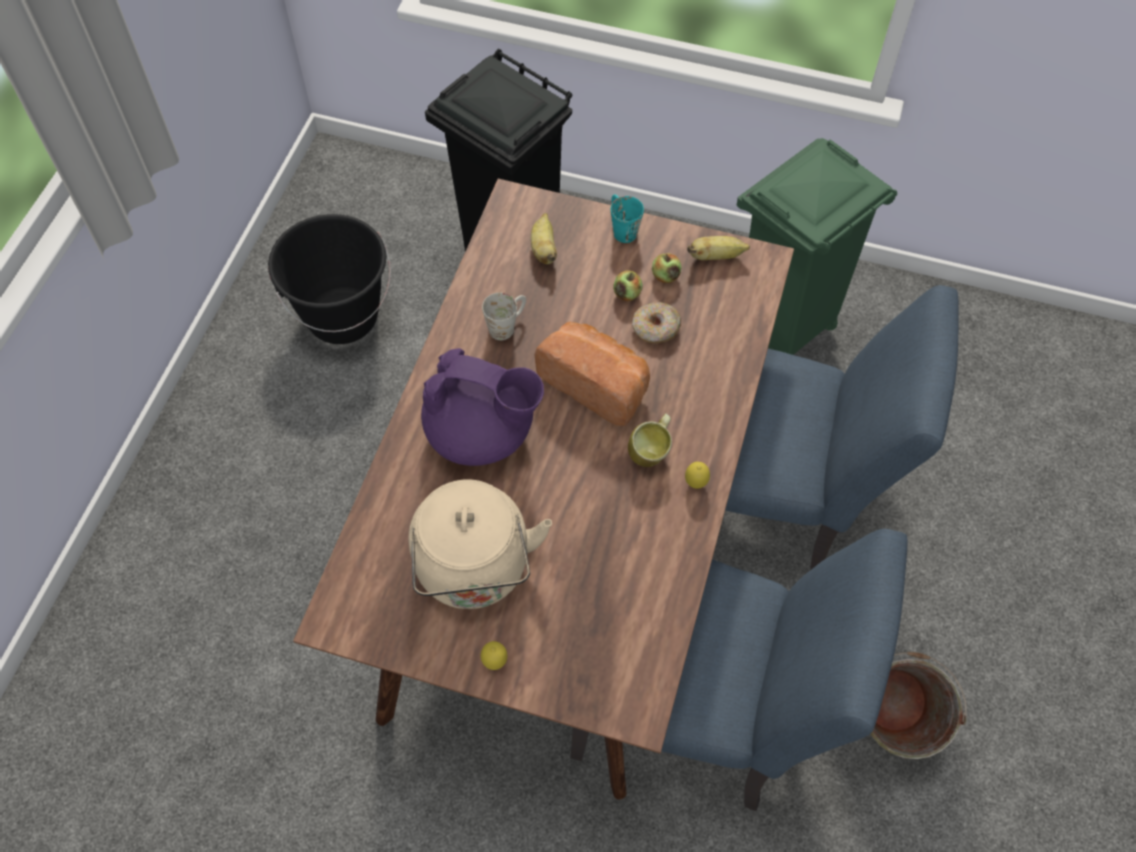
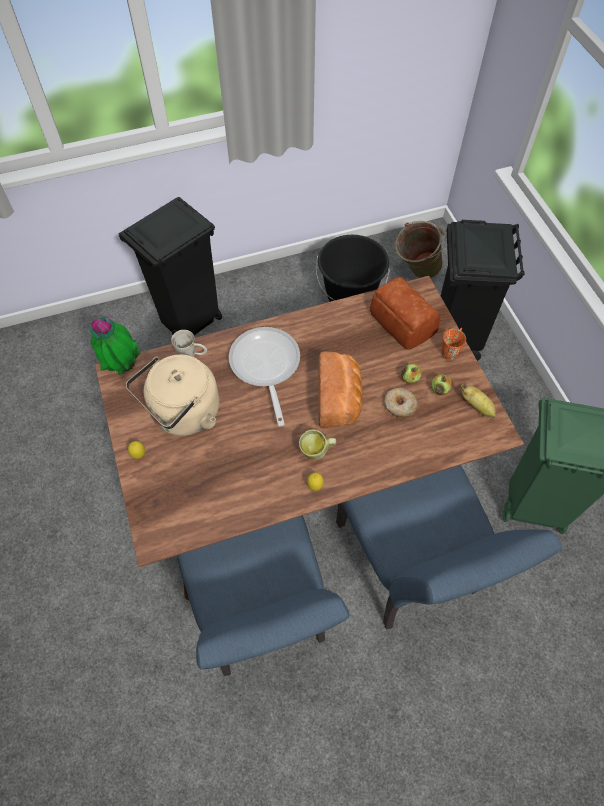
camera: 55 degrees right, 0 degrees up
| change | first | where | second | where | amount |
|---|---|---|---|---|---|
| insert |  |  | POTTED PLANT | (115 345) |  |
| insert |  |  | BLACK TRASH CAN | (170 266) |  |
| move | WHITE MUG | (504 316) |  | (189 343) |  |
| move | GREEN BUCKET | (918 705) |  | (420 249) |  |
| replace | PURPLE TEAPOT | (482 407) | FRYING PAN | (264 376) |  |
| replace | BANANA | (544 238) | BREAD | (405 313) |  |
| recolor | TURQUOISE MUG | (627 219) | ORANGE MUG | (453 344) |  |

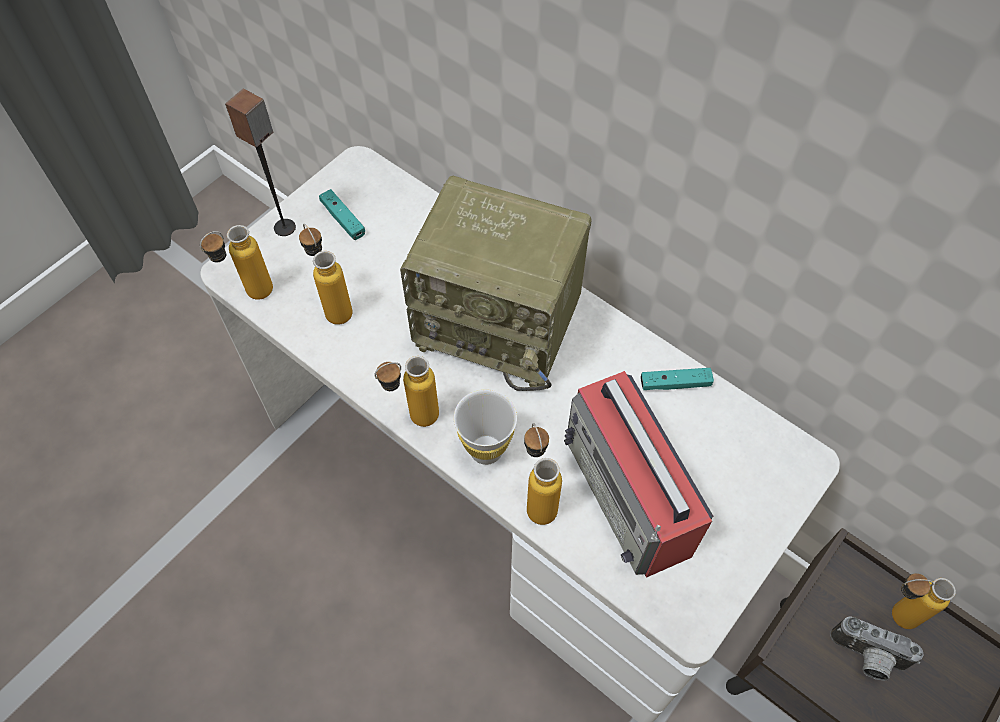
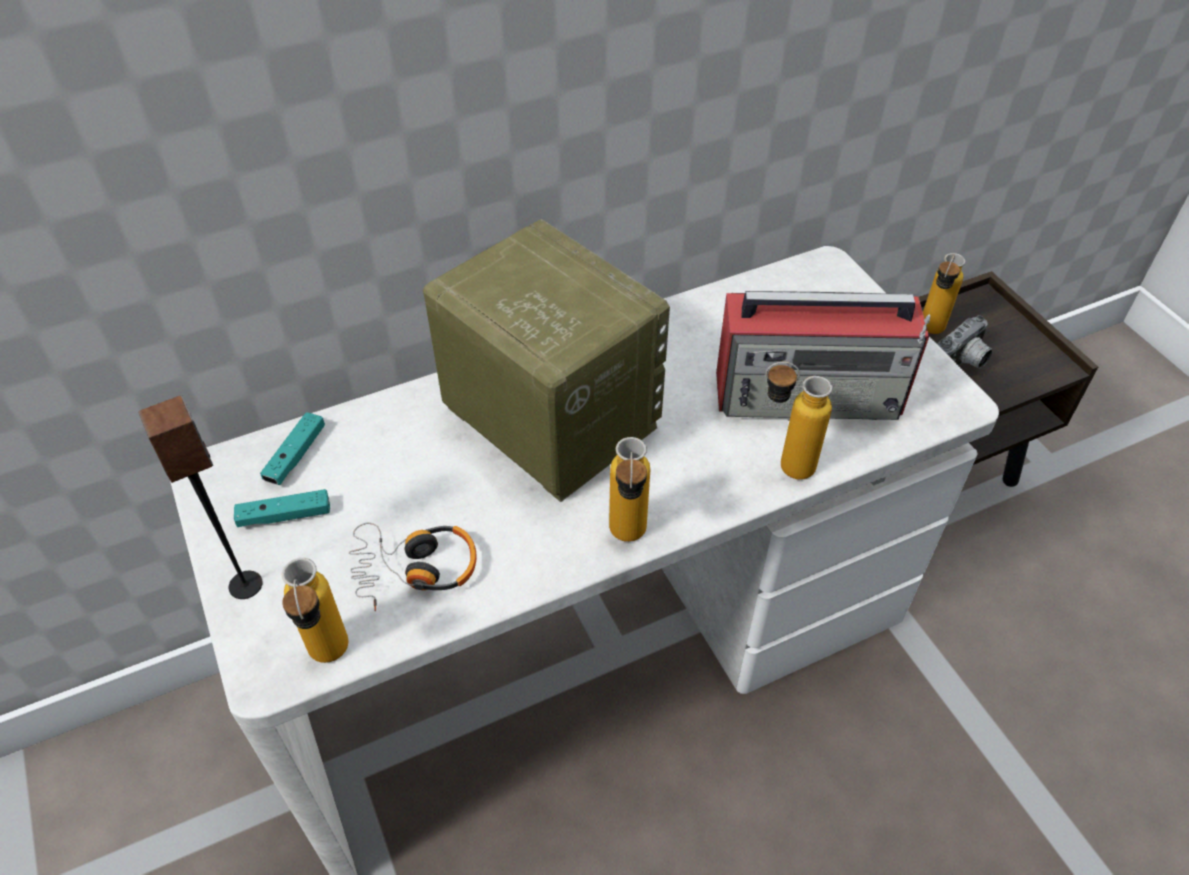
camera: 65 degrees left, 10 degrees down
| change | first | where | second | where | amount |
|---|---|---|---|---|---|
| delete | WHITE CUP | (485 427) |  |  |  |
| move | TURQUOISE GAME CONTROLLER | (677 379) |  | (292 448) |  |
| replace | BOTTLE | (325 274) | HEADPHONES | (413 567) |  |
| rotate | RADIO | (495 283) |  | (546 360) | 90 degrees counterclockwise |

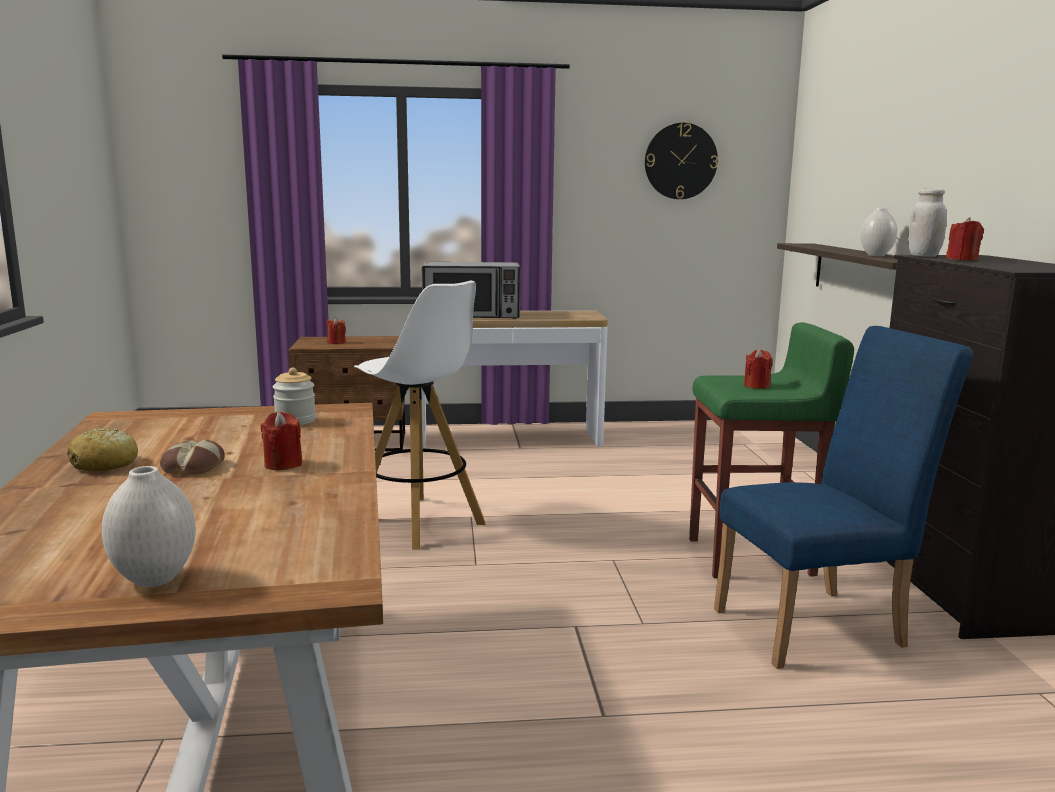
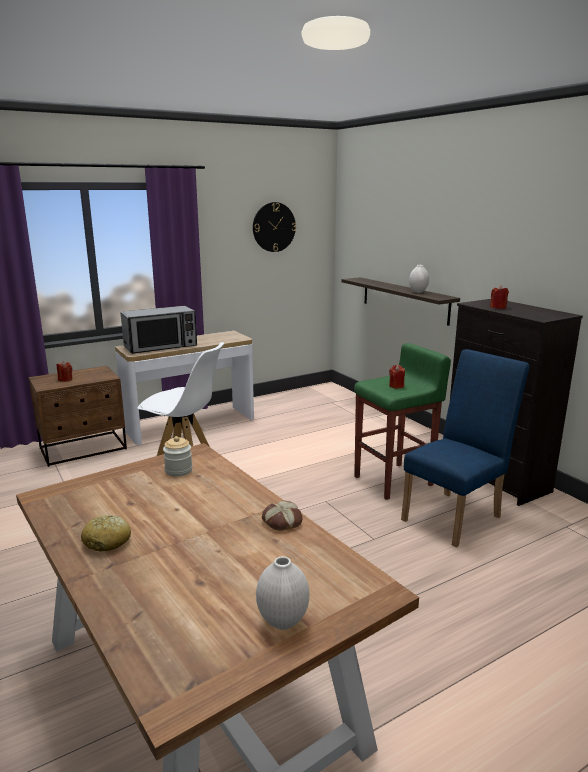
camera: 25 degrees left, 5 degrees up
| change | first | where | second | where | amount |
|---|---|---|---|---|---|
| delete | RED CANDLE | (281 441) |  |  |  |
| delete | WHITE JAR | (927 222) |  |  |  |
| move | BREAD | (192 457) |  | (282 515) |  |

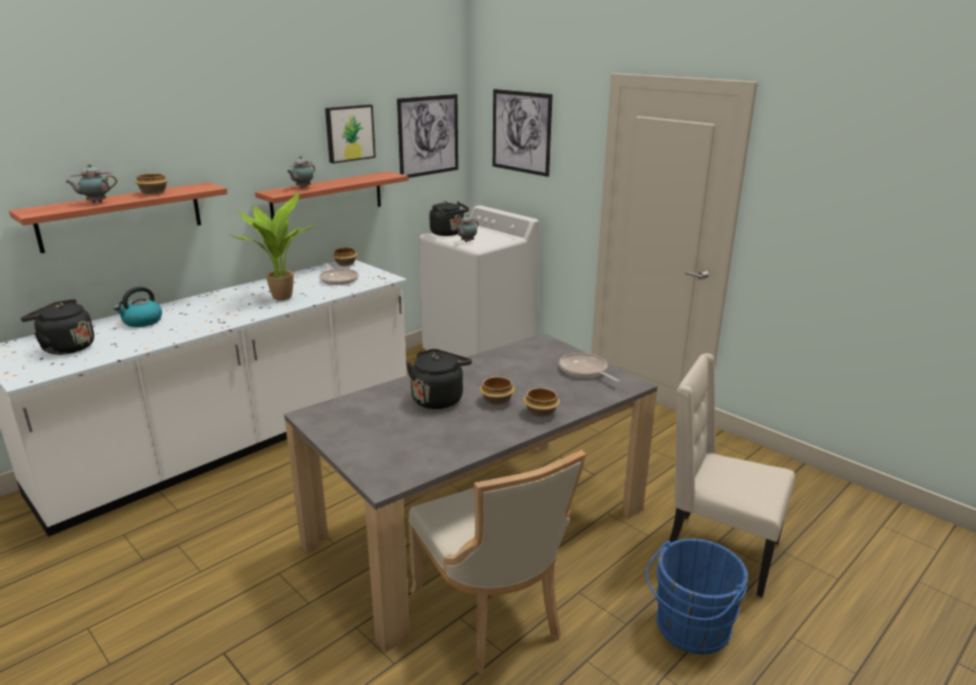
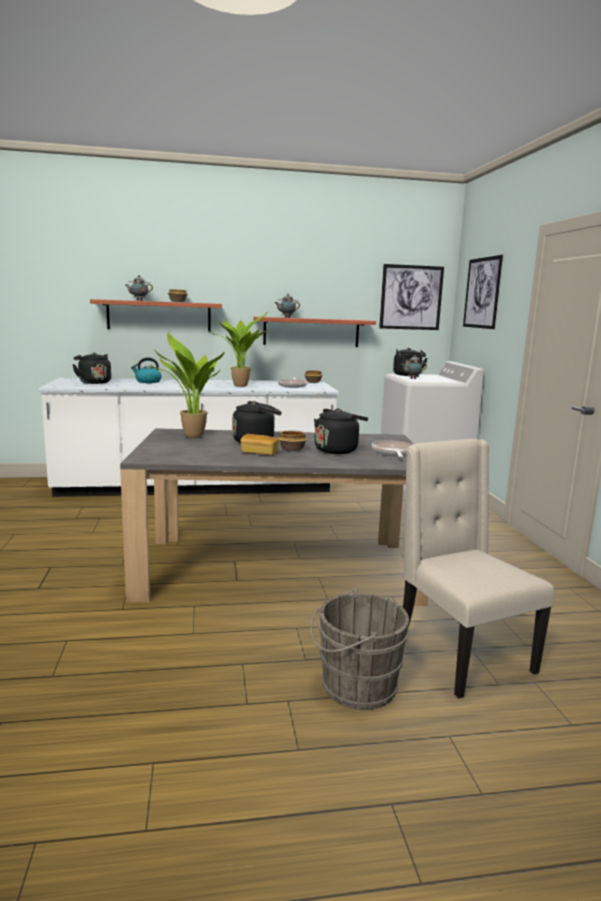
camera: 35 degrees right, 10 degrees down
| change | first | where | second | where | amount |
|---|---|---|---|---|---|
| delete | PICTURE | (350 134) |  |  |  |
| delete | BEIGE CHAIR | (497 561) |  |  |  |
| delete | BOWL | (541 403) |  |  |  |
| insert |  |  | POTTED PLANT | (186 385) |  |
| insert |  |  | BREAD | (259 444) |  |
| insert |  |  | BLACK KETTLE | (341 431) |  |
| recolor | BLUE BUCKET | (697 596) | GREY BUCKET | (359 649) |  |

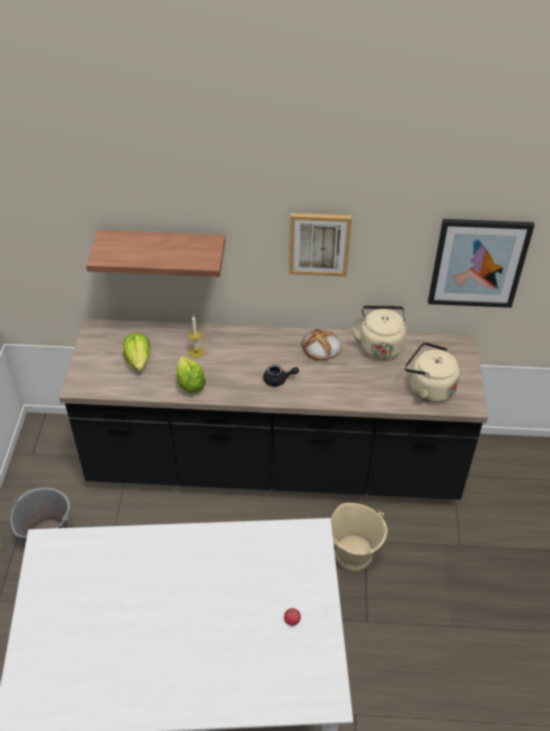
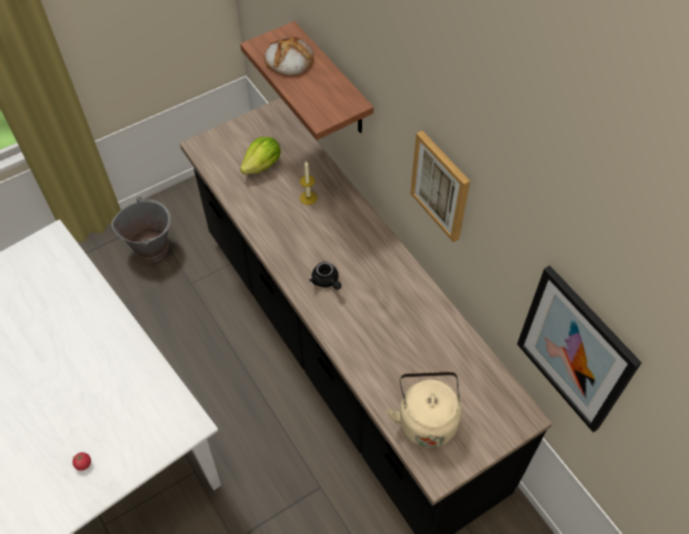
camera: 55 degrees right, 10 degrees up
| change | first | where | second | where | amount |
|---|---|---|---|---|---|
| delete | LETTUCE | (191 374) |  |  |  |
| delete | BEIGE BUCKET | (359 537) |  |  |  |
| delete | BEIGE KETTLE | (378 332) |  |  |  |
| move | BREAD | (321 345) |  | (289 56) |  |

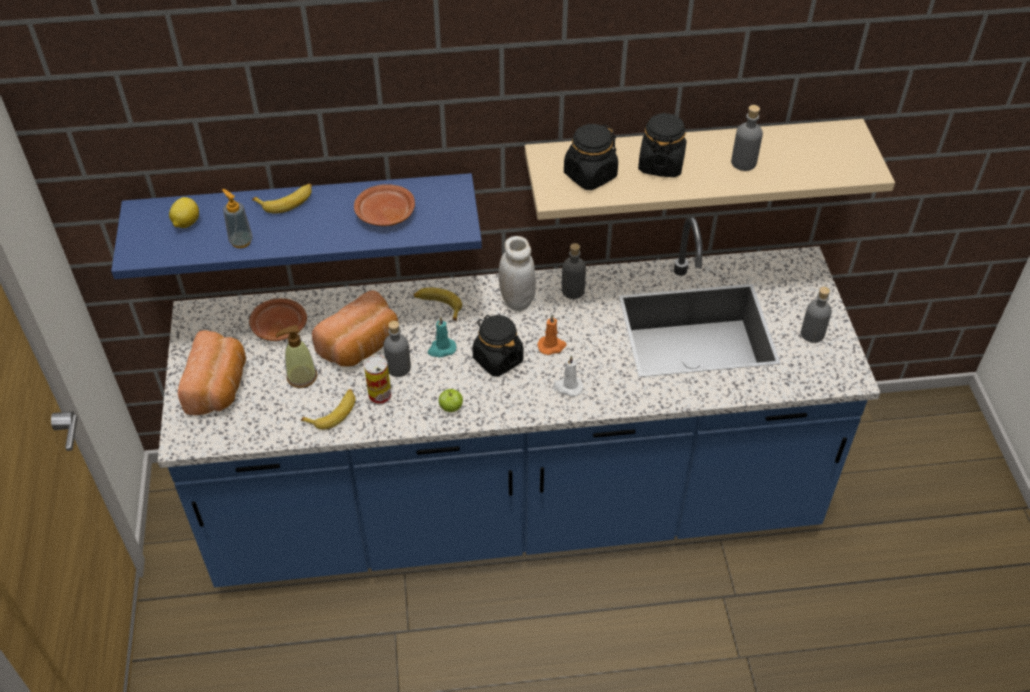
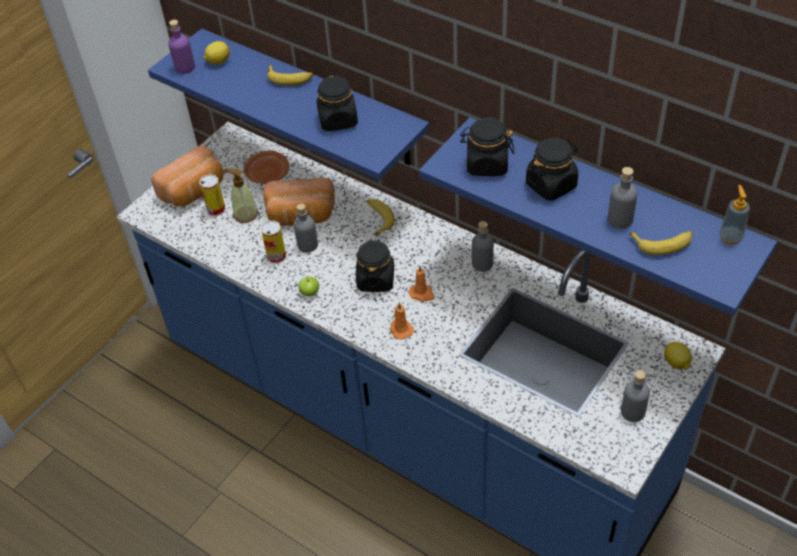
camera: 45 degrees right, 0 degrees up
| change | first | where | second | where | amount |
|---|---|---|---|---|---|
| delete | TURQUOISE CANDLE | (442 336) |  |  |  |
| delete | WHITE JAR | (517 273) |  |  |  |
| insert |  |  | PURPLE BOTTLE | (181 47) |  |
| insert |  |  | CAN | (212 195) |  |
| insert |  |  | LEMON | (678 355) |  |
| move | SOAP DISPENSER | (237 218) |  | (734 215) |  |
| move | BANANA | (328 409) |  | (661 243) |  |
| replace | BROWN PLATE | (384 205) | BLACK JAR | (337 102) |  |
| recolor | BEIGE SHELF | (710 169) | BLUE SHELF | (598 216) |  |
| recolor | WHITE CANDLE | (569 376) | ORANGE CANDLE | (402 320) |  |

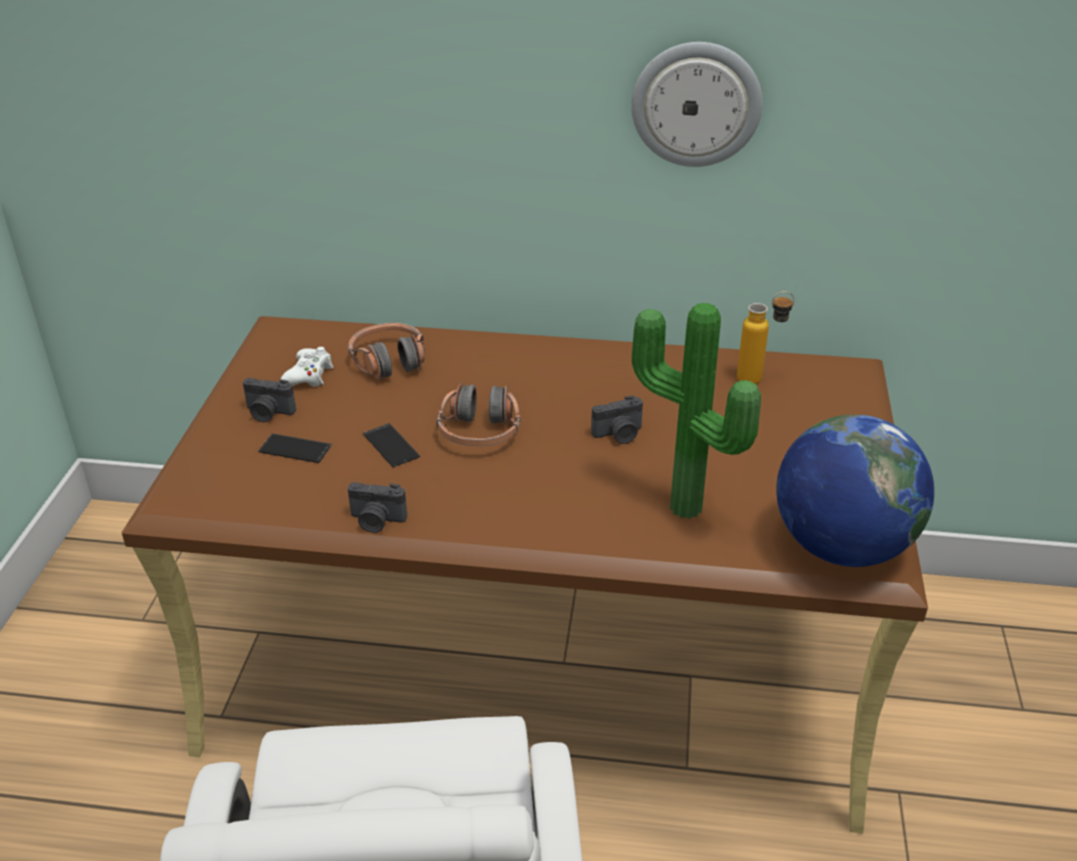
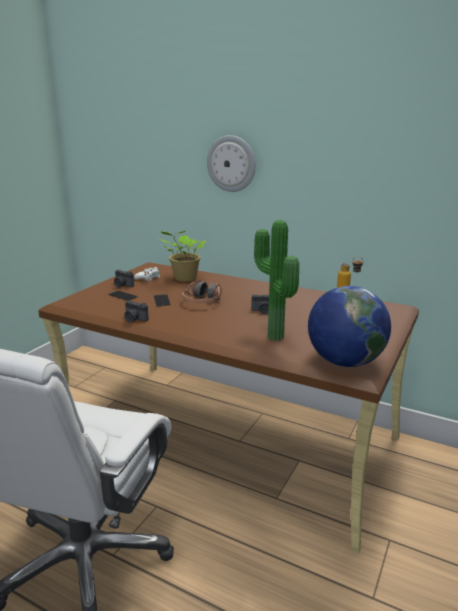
camera: 20 degrees right, 15 degrees down
| change | first | where | second | where | amount |
|---|---|---|---|---|---|
| move | WALL CLOCK | (697 104) |  | (231 163) |  |
| replace | HEADPHONES | (386 351) | POTTED PLANT | (182 256) |  |

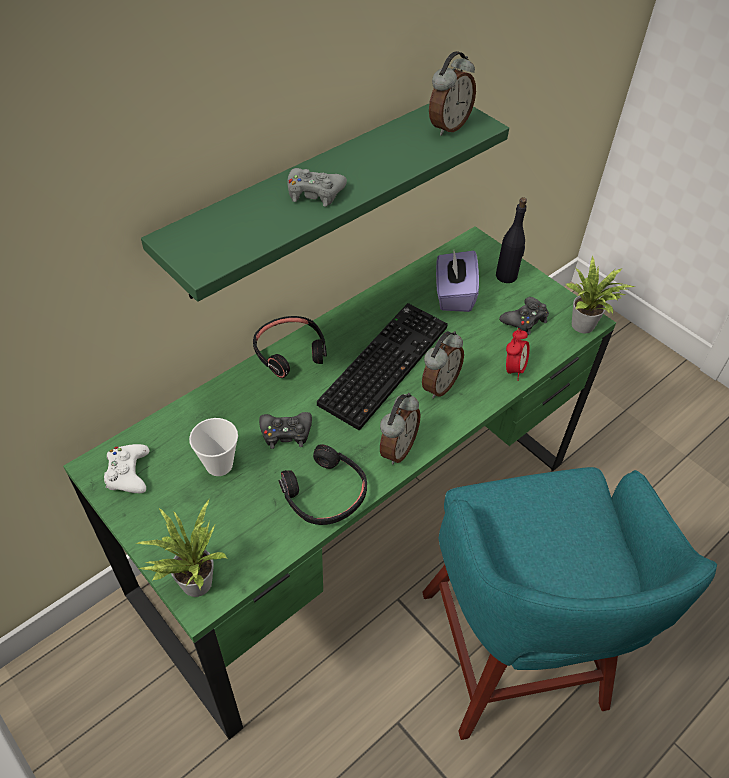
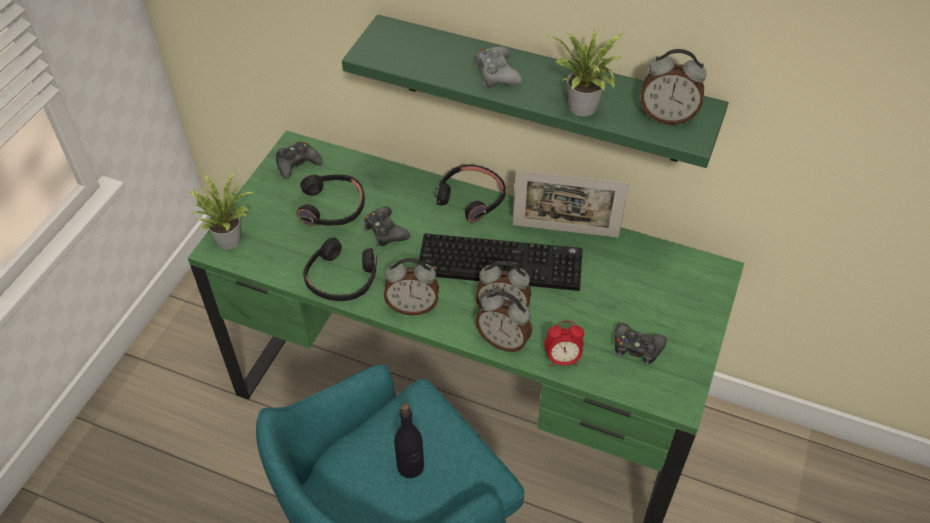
camera: 65 degrees right, 0 degrees up
| change | first | where | second | where | amount |
|---|---|---|---|---|---|
| delete | PURPLE TISSUE BOX | (457 281) |  |  |  |
| insert |  |  | ALARM CLOCK | (503 321) |  |
| insert |  |  | PICTURE FRAME | (570 203) |  |
| move | BLACK BOTTLE | (511 240) |  | (409 440) |  |
| move | POTTED PLANT | (600 294) |  | (585 72) |  |
| replace | CUP | (213 447) | BLACK HEADPHONES | (331 200) |  |
| recolor | WHITE GAME CONTROLLER | (126 468) | BLACK GAME CONTROLLER | (299 160) |  |

